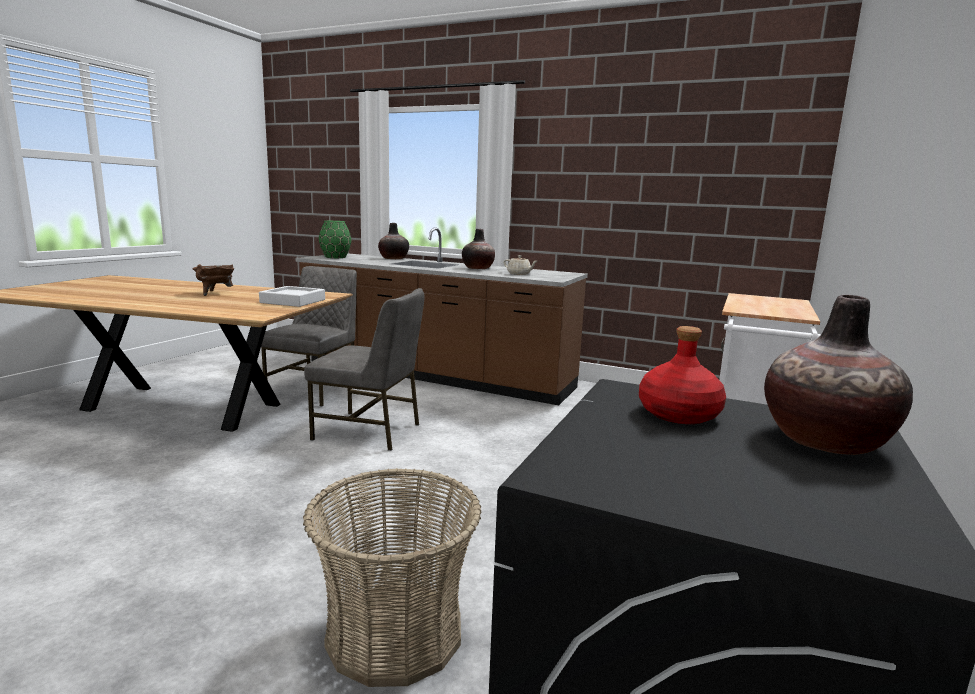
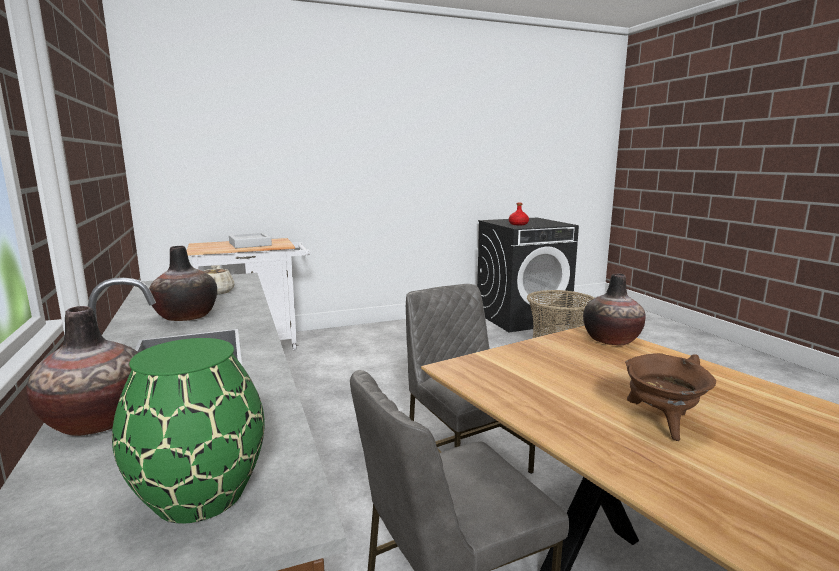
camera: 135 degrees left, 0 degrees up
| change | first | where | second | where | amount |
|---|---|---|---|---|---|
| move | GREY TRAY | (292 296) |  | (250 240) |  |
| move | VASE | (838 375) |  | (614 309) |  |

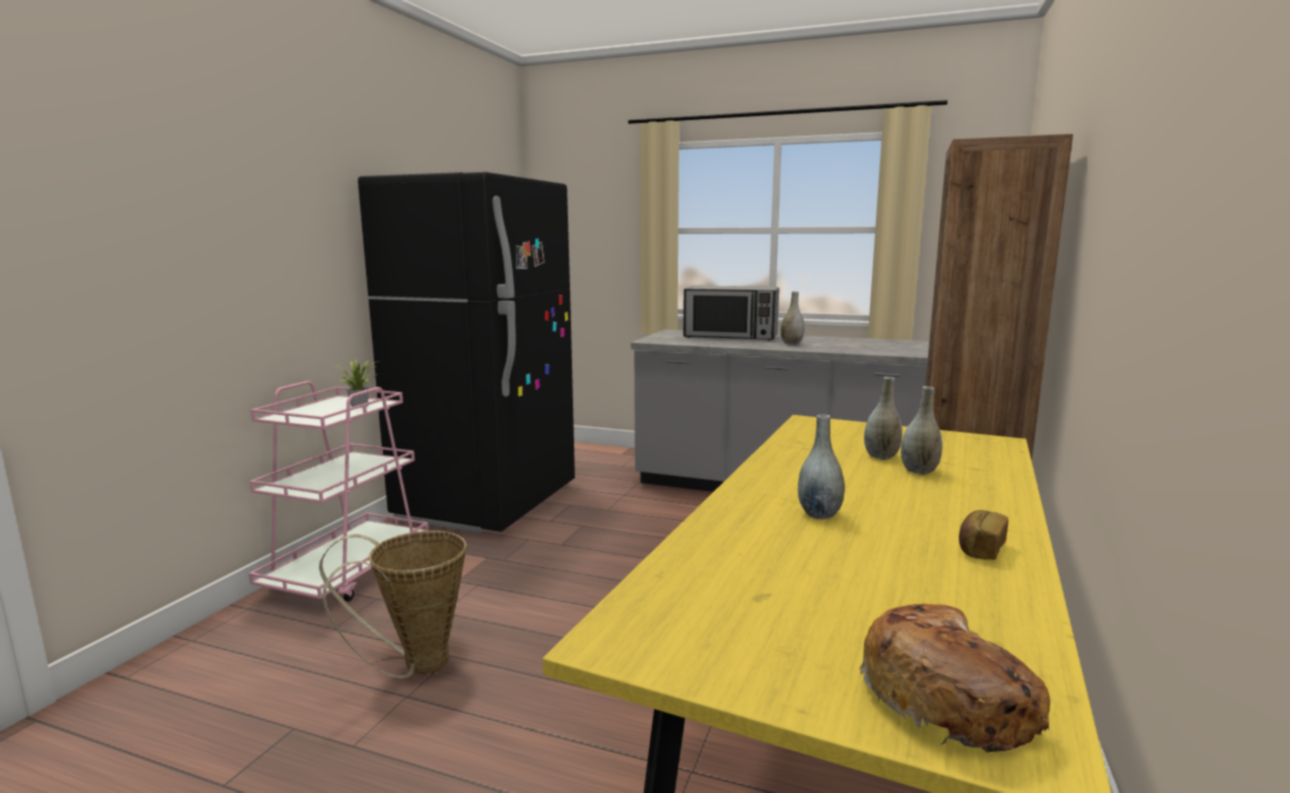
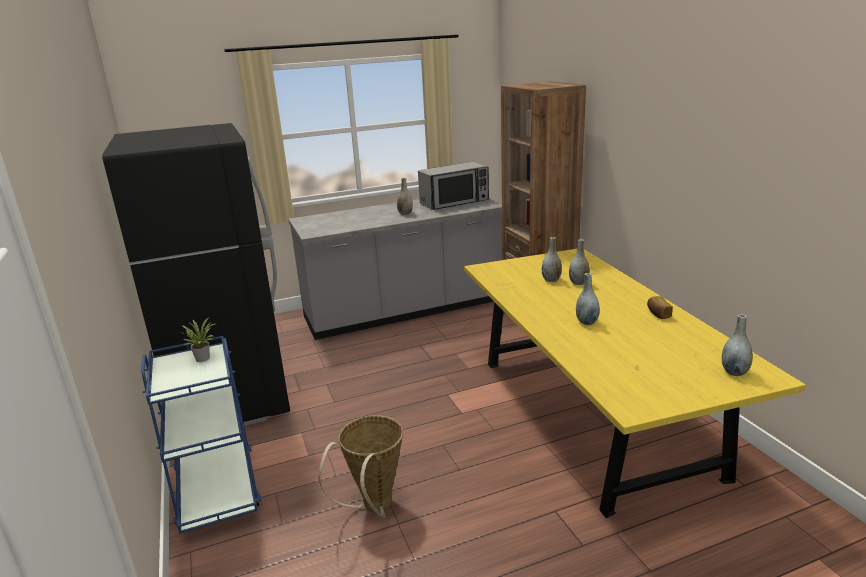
camera: 40 degrees left, 10 degrees up
| change | first | where | second | where | amount |
|---|---|---|---|---|---|
| move | MICROWAVE | (731 313) |  | (453 186) |  |
| replace | BREAD | (955 678) | GREY VASE | (737 345) |  |
| recolor | PINK CART | (339 491) | BLUE CART | (201 435) |  |

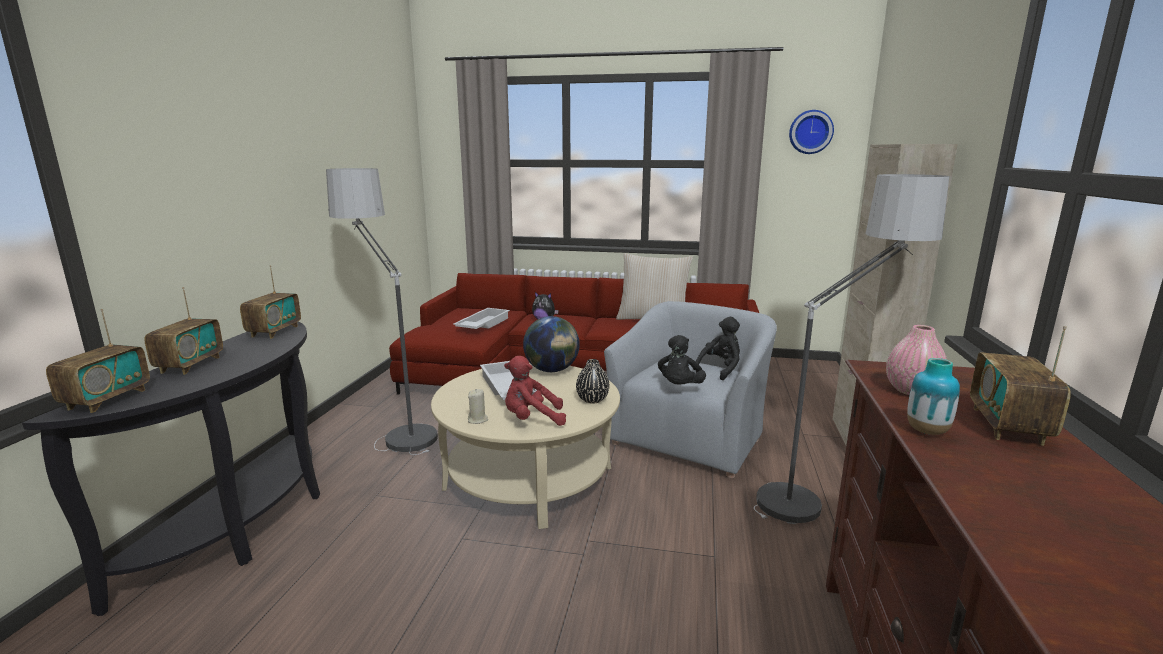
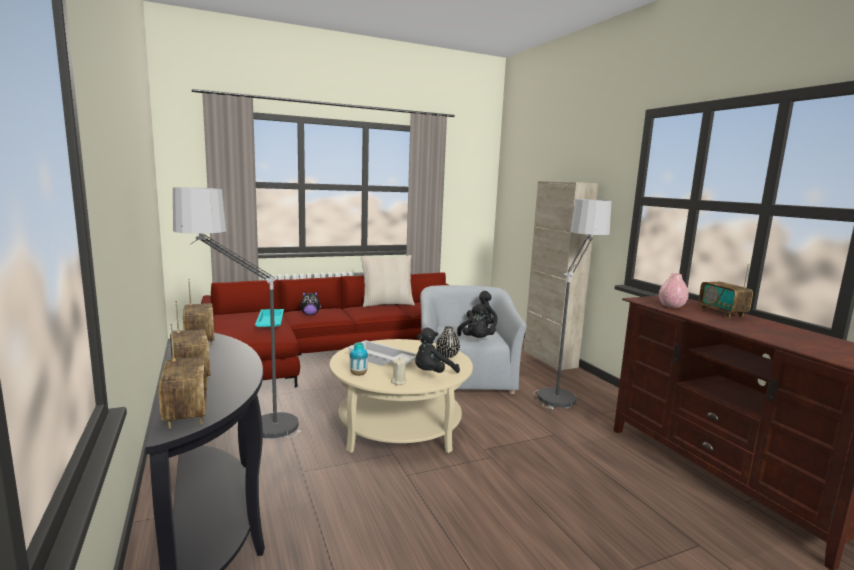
camera: 35 degrees left, 5 degrees down
| change | first | where | second | where | amount |
|---|---|---|---|---|---|
| delete | GLOBE | (551 344) |  |  |  |
| delete | WALL CLOCK | (811 132) |  |  |  |
| move | VASE | (933 396) |  | (359 359) |  |
| recolor | WHITE TRAY | (481 318) | TURQUOISE TRAY | (269 318) |  |
| recolor | RED PLUSH TOY | (535 391) | BLACK PLUSH TOY | (437 350) |  |

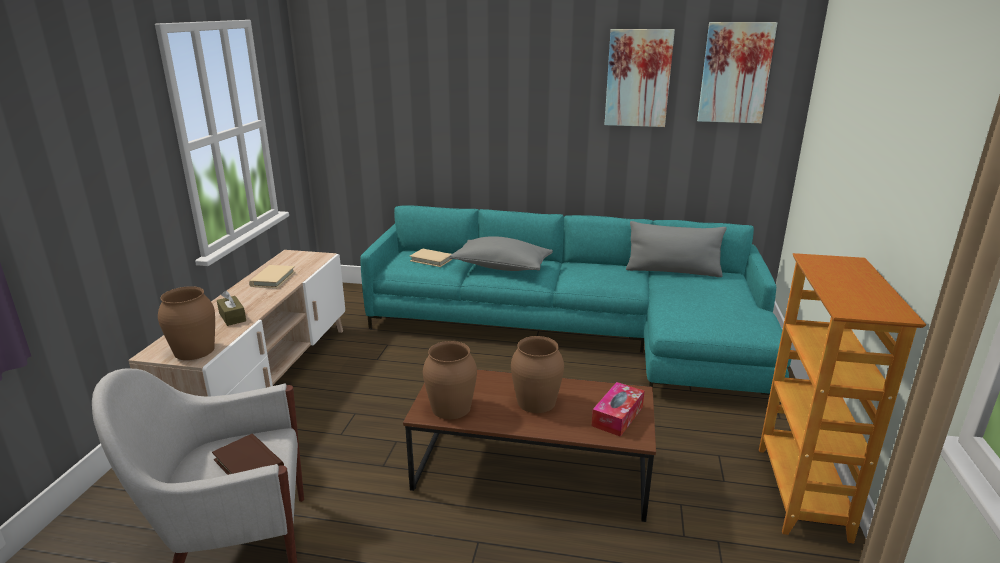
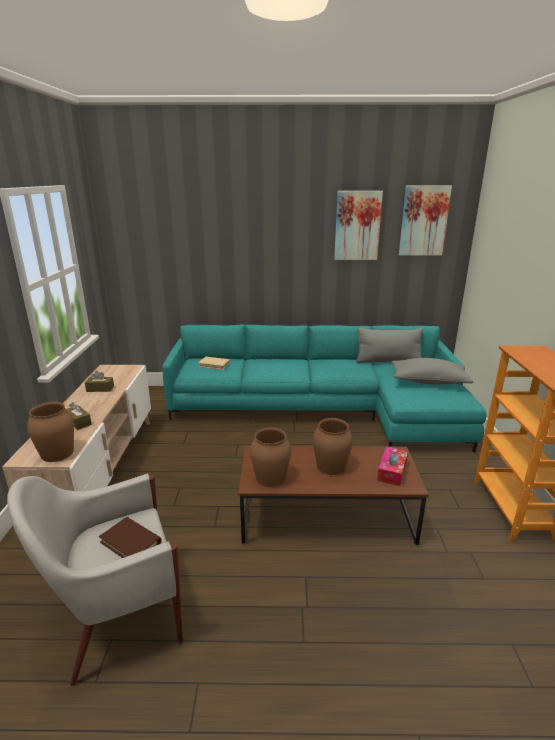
camera: 10 degrees left, 0 degrees up
| change | first | where | second | where | amount |
|---|---|---|---|---|---|
| move | GREY PILLOW | (501 253) |  | (432 371) |  |
| replace | BEIGE BOOK | (272 276) | BROWN TISSUE BOX | (99 381) |  |

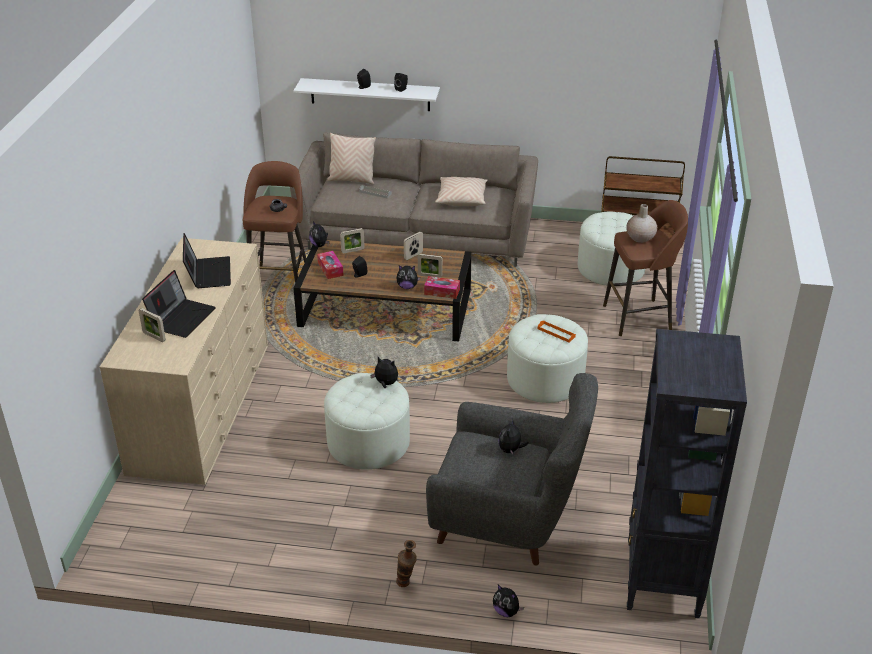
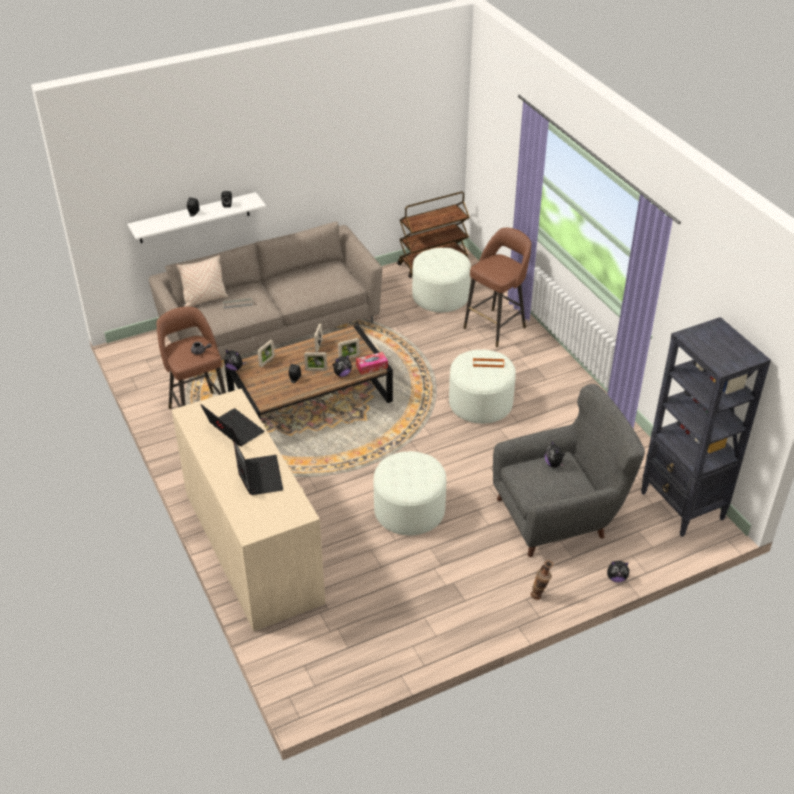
camera: 35 degrees left, 5 degrees up
| change | first | where | second | where | amount |
|---|---|---|---|---|---|
| delete | TISSUE BOX | (330 265) |  |  |  |
| delete | PLUSH TOY | (384 372) |  |  |  |
| delete | BEIGE PILLOW | (461 191) |  |  |  |
| delete | BEIGE VASE | (641 223) |  |  |  |
| move | PICTURE FRAME | (152 325) |  | (315 361) |  |

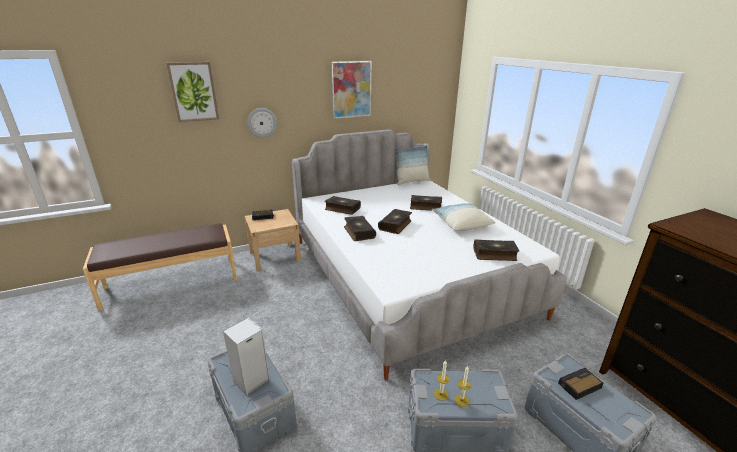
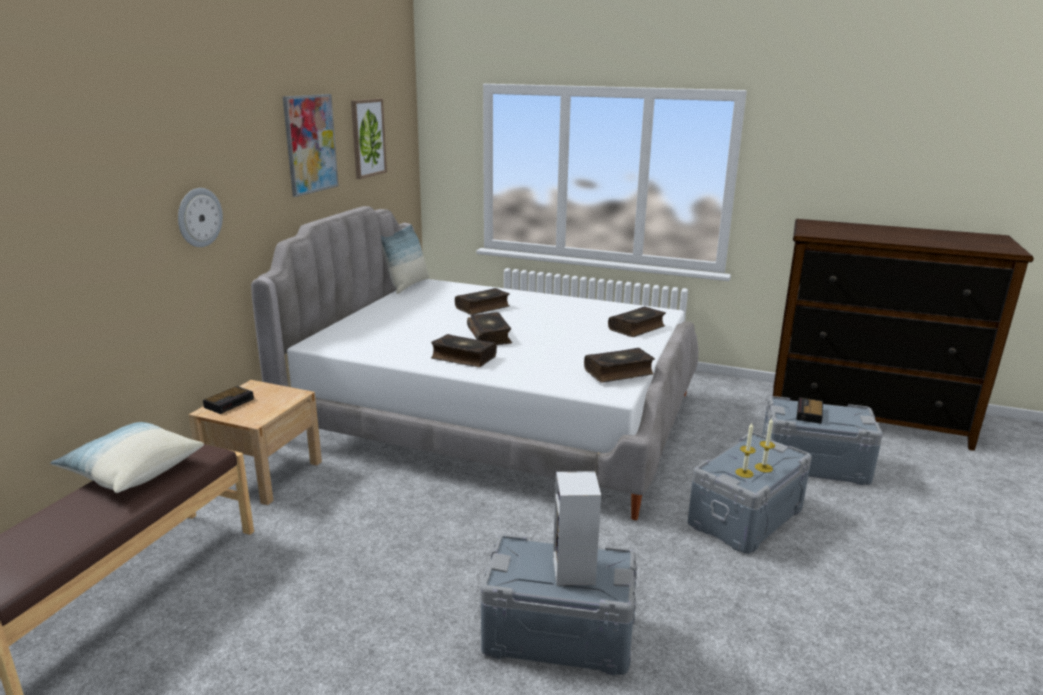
camera: 45 degrees left, 5 degrees down
| change | first | where | second | where | amount |
|---|---|---|---|---|---|
| move | PICTURE | (193 92) |  | (369 138) |  |
| move | BOOK | (343 205) |  | (619 365) |  |
| move | PILLOW | (464 217) |  | (127 457) |  |

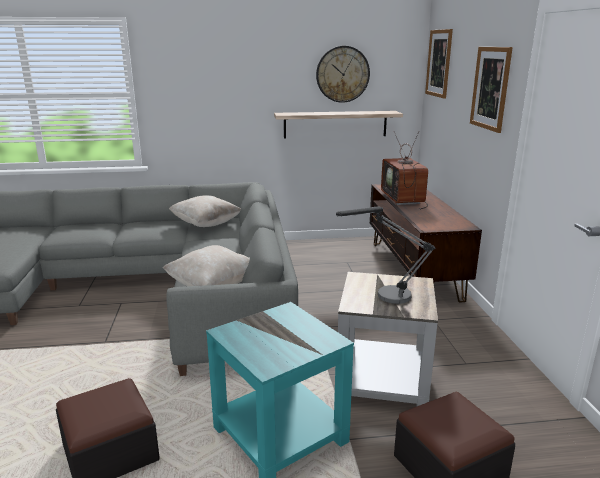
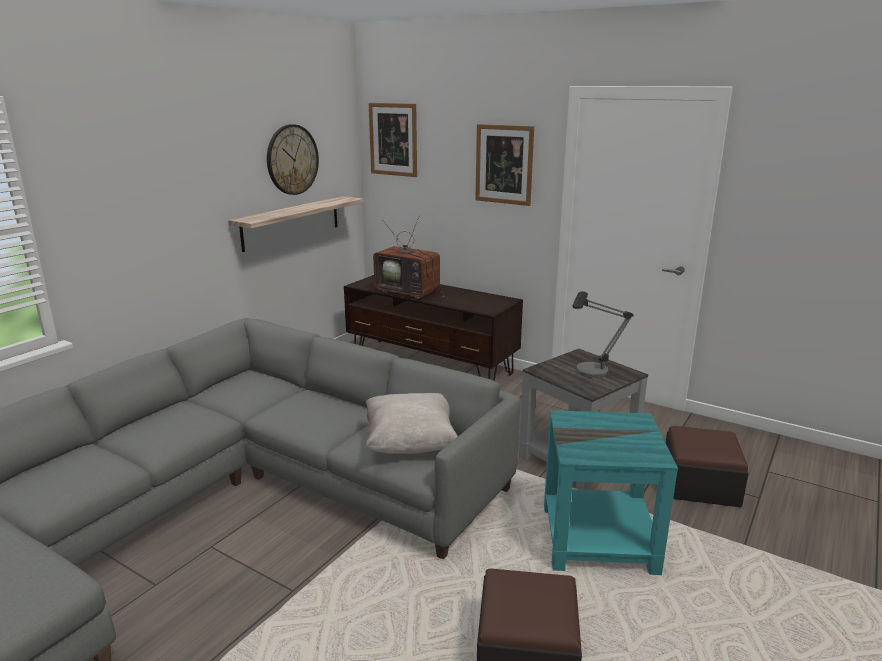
camera: 50 degrees left, 0 degrees up
| change | first | where | second | where | amount |
|---|---|---|---|---|---|
| delete | BEIGE PILLOW | (205 211) |  |  |  |

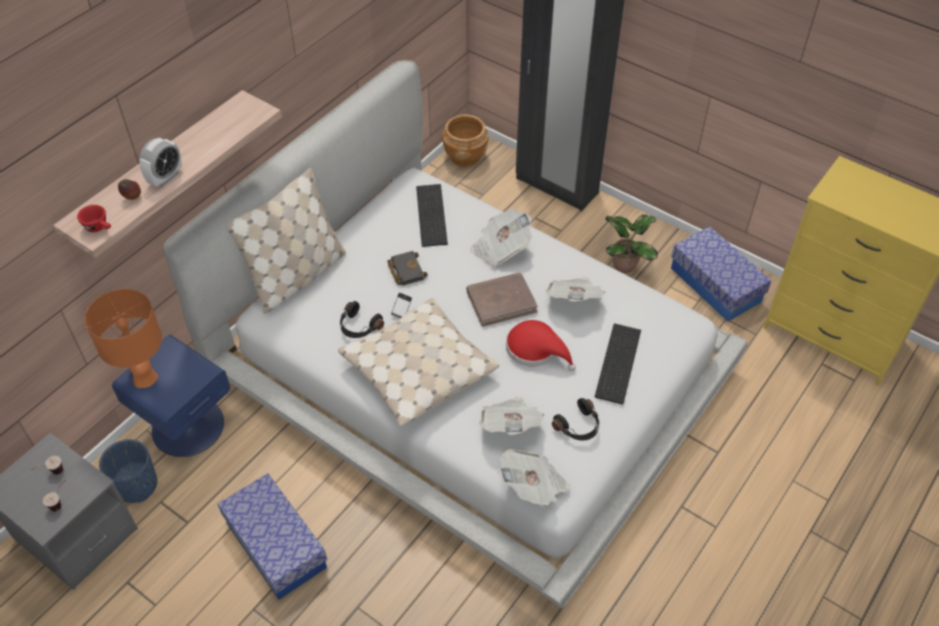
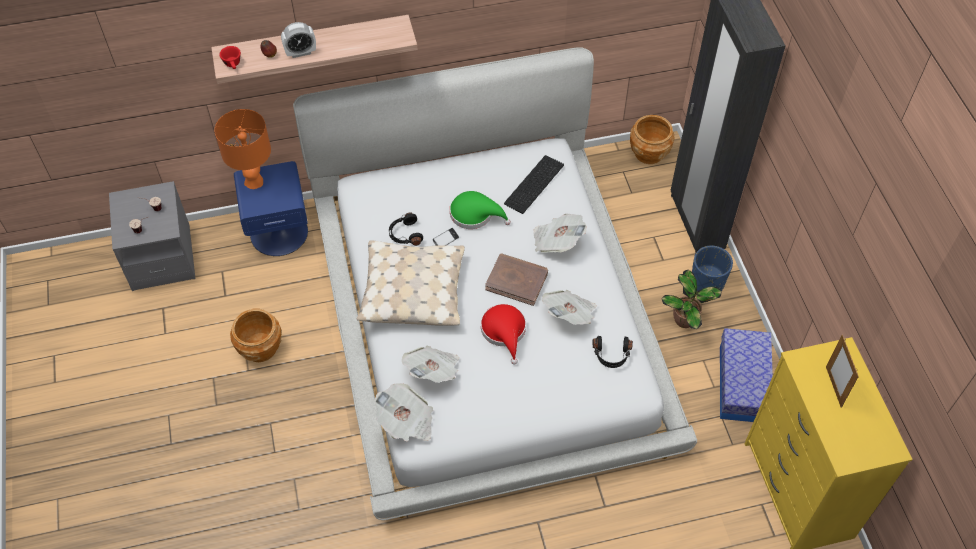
camera: 40 degrees right, 5 degrees up
| change | first | where | second | where | amount |
|---|---|---|---|---|---|
| delete | BEIGE PILLOW | (286 241) |  |  |  |
| delete | KEYBOARD | (618 364) |  |  |  |
| insert |  |  | PICTURE FRAME | (842 371) |  |
| move | BLUE PLANTER | (128 471) |  | (712 268) |  |
| move | BLACK HEADPHONES | (575 419) |  | (613 352) |  |
| replace | STORAGE BOX | (272 536) | BROWN PLANTER | (256 335) |  |
| replace | BLACK BOOK | (407 268) | GREEN HAT | (480 210) |  |

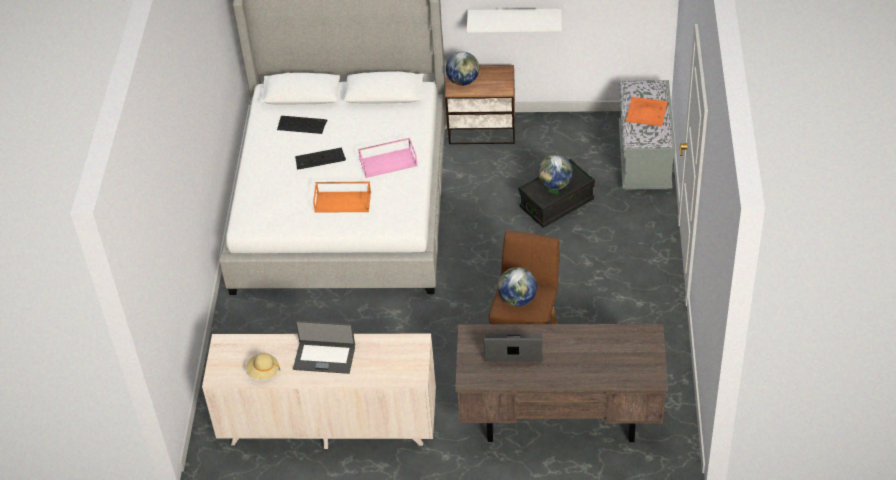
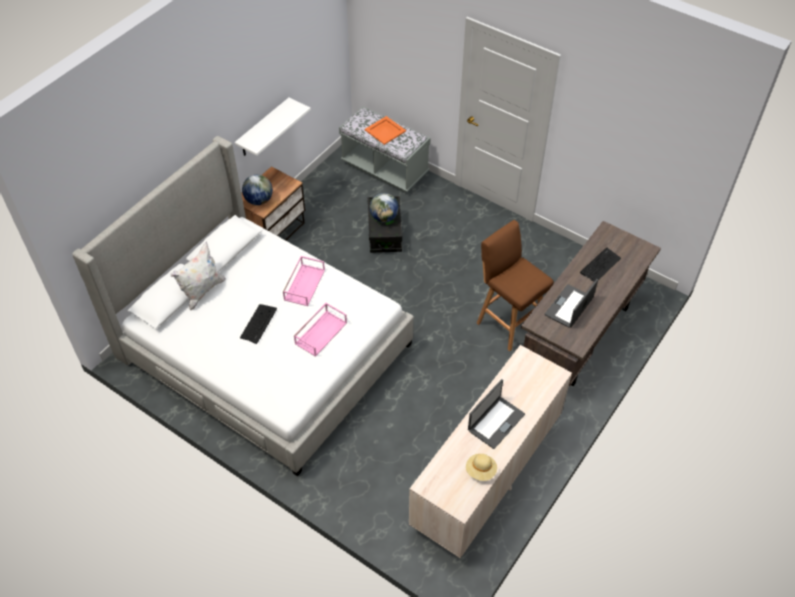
camera: 60 degrees left, 5 degrees up
| change | first | where | second | where | amount |
|---|---|---|---|---|---|
| delete | GLOBE | (517 287) |  |  |  |
| insert |  |  | WHITE PILLOW | (198 276) |  |
| move | KEYBOARD | (302 125) |  | (600 265) |  |
| recolor | ORANGE TRAY | (342 197) | PINK TRAY | (320 330) |  |

